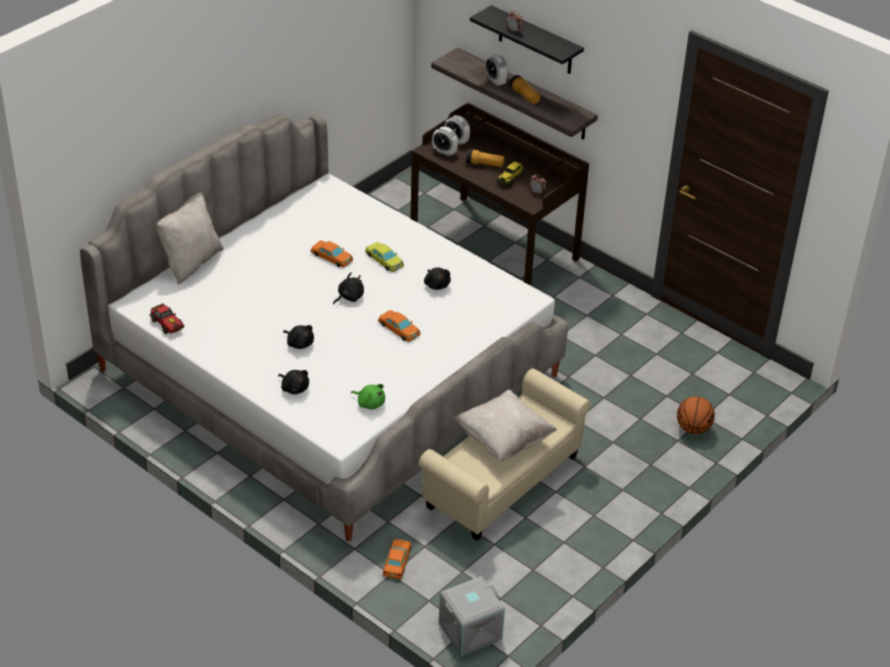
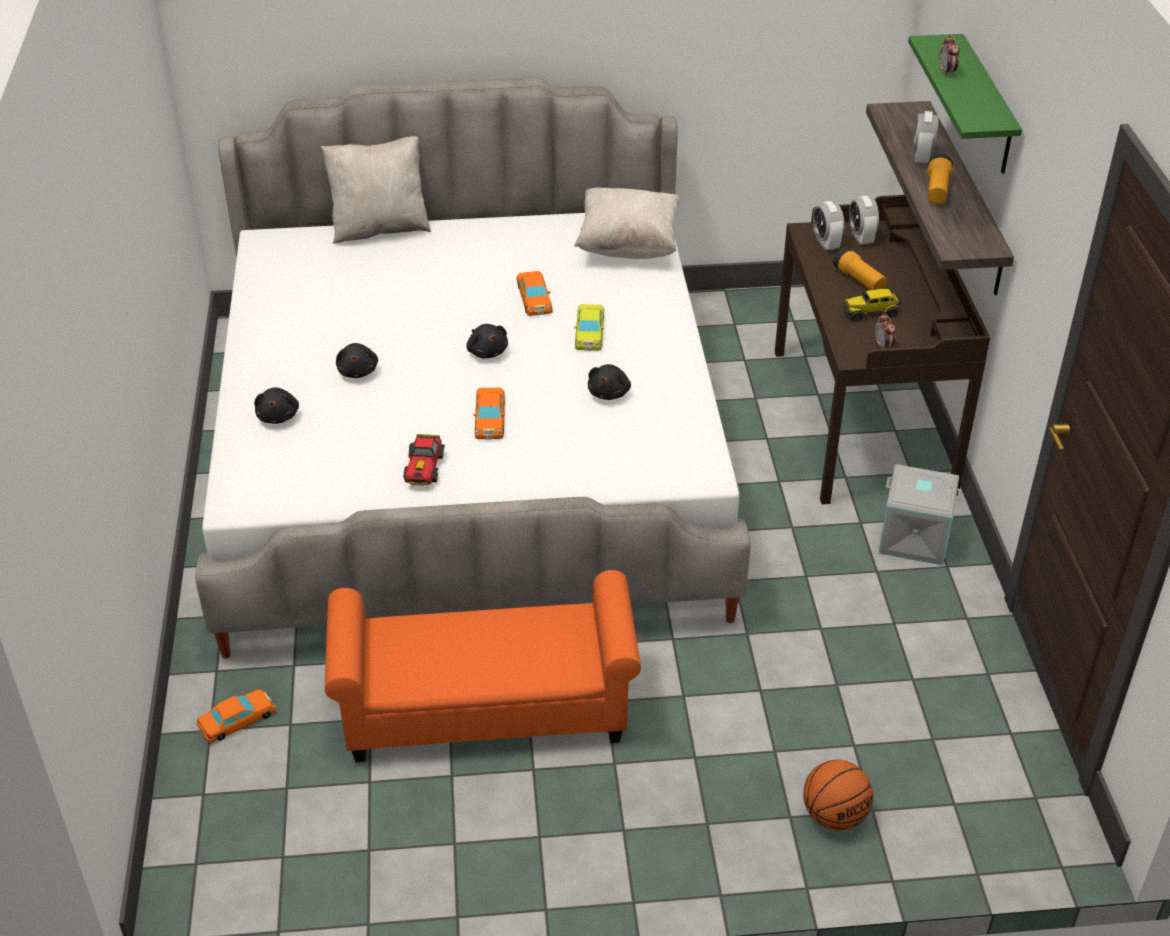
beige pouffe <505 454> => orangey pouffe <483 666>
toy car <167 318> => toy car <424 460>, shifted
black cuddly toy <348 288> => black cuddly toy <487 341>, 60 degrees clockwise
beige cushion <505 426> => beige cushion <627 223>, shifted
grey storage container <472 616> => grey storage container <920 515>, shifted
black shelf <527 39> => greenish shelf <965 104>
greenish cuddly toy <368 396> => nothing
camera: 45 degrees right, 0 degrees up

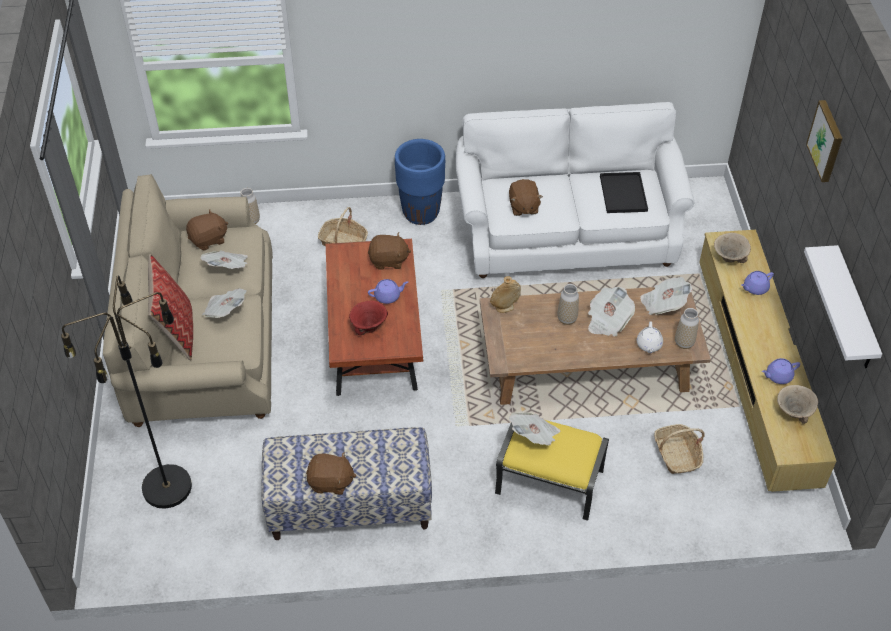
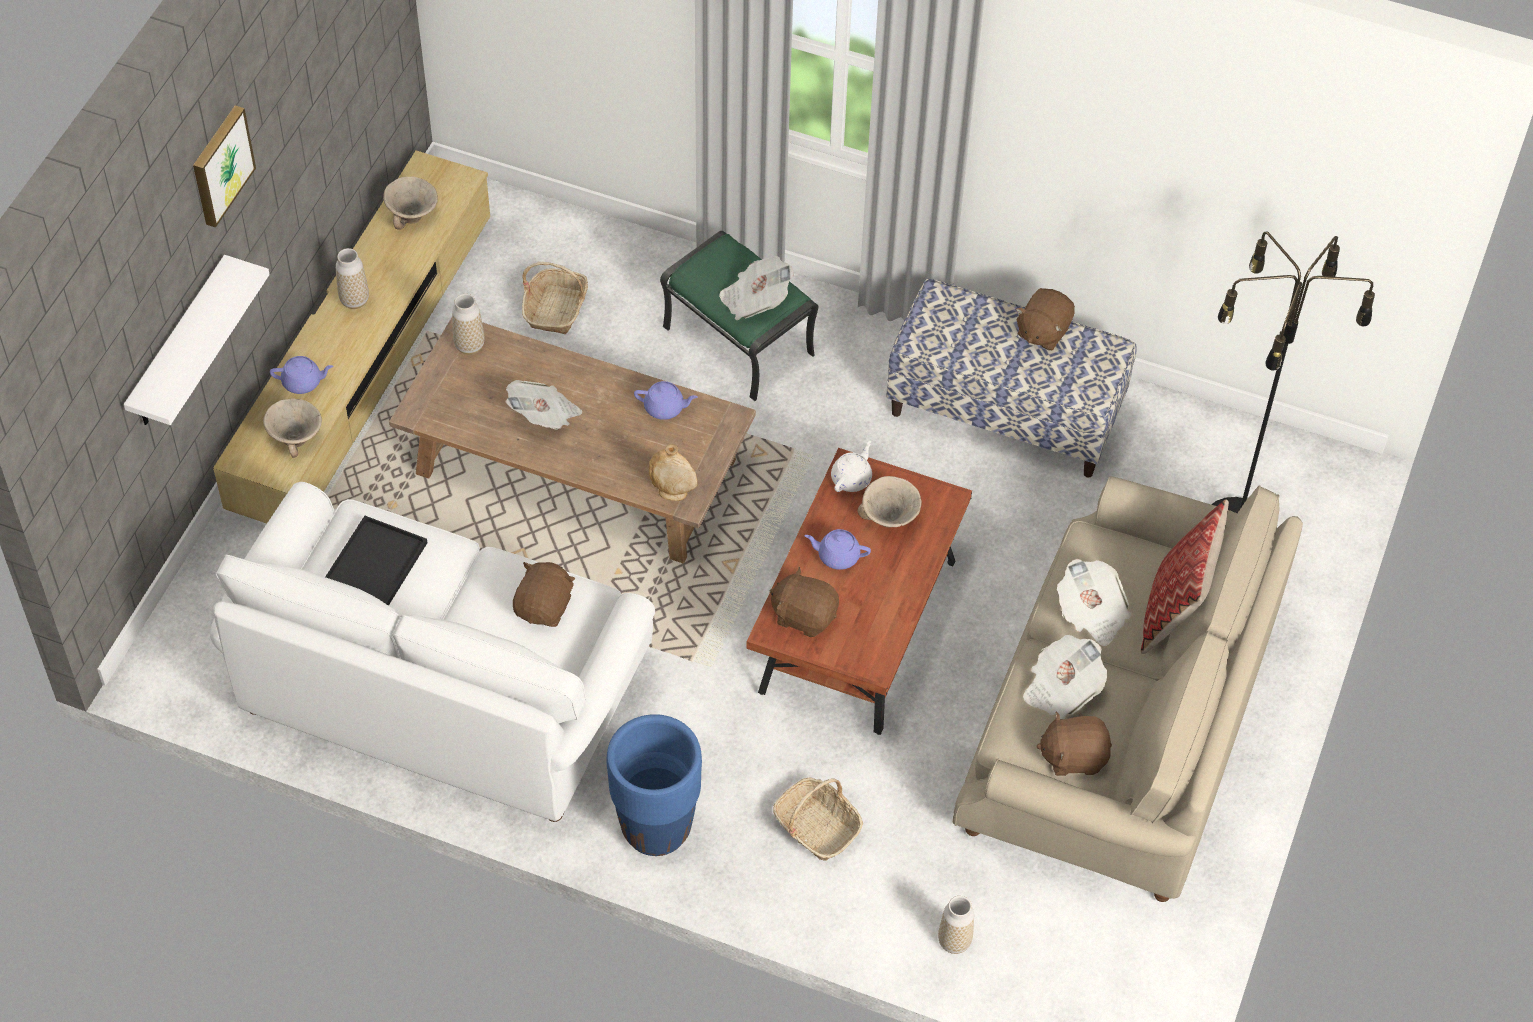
white-coloured shelf <843 306> => white-coloured shelf <197 340>, shifted
flower vase <568 304> => flower vase <352 278>, shifted
purple-coloured pot for tea <781 371> => purple-coloured pot for tea <666 400>, shifted
yellowish pouffe <552 470> => greenish pouffe <739 316>
white-coloured pot for tea <650 337> => white-coloured pot for tea <851 466>, shifted
red deep dish <368 317> => beige deep dish <890 502>
brown-coloured cuddly toy <331 473> => brown-coloured cuddly toy <1045 319>, 90 degrees counterclockwise
newspaper <666 296> => nothing
camera: 155 degrees left, 5 degrees up

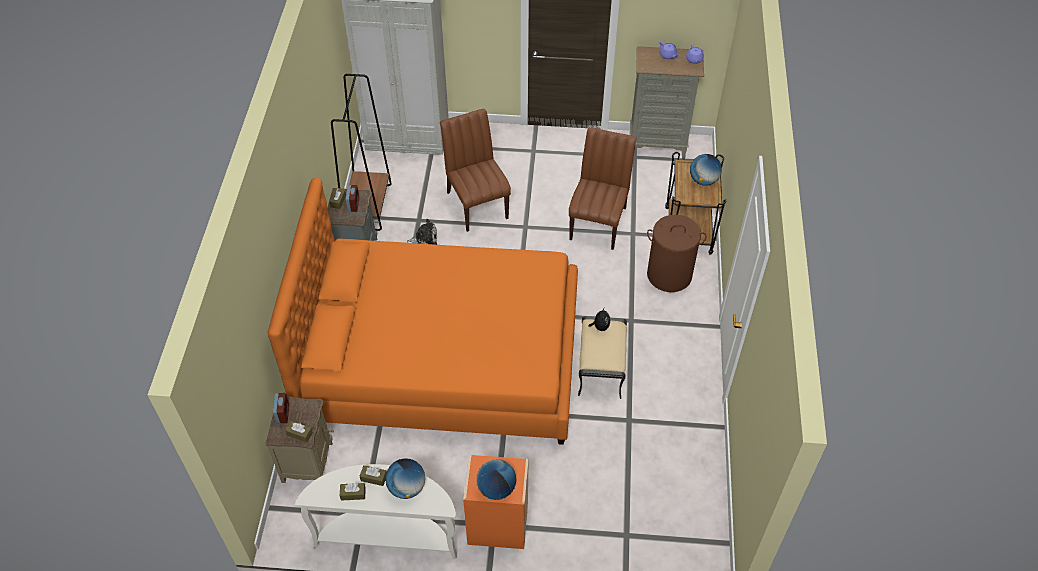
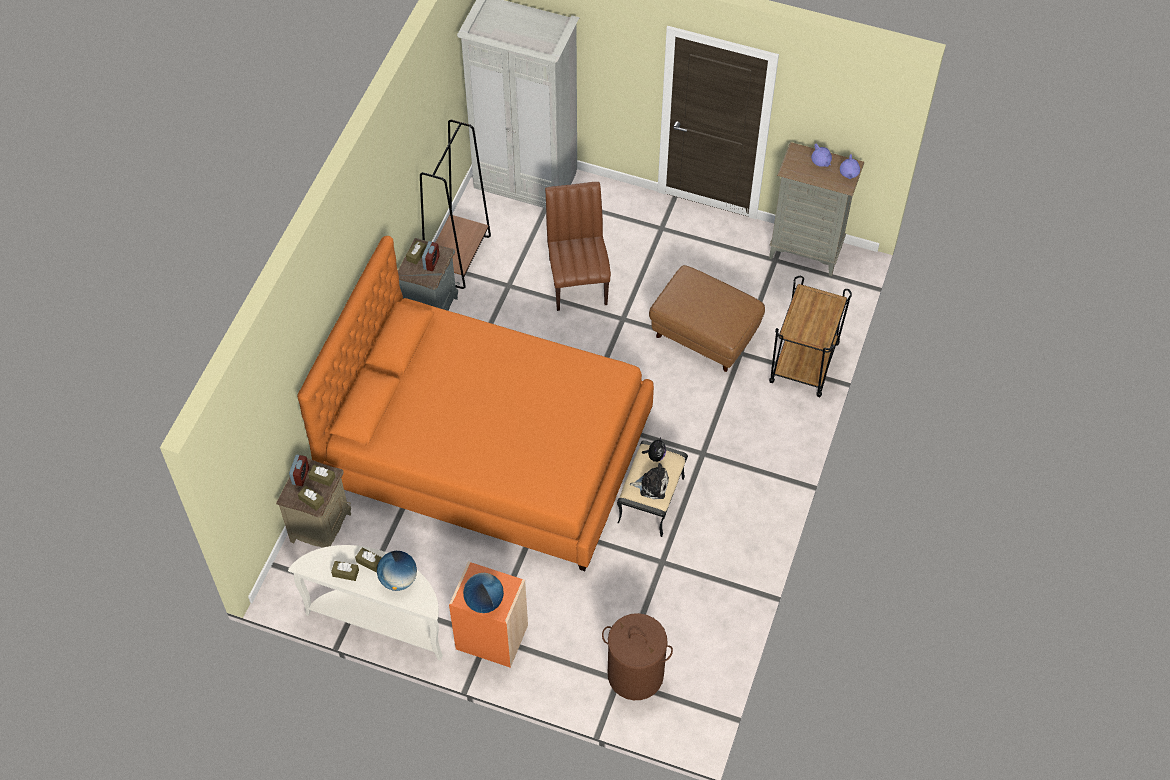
nothing => brown-coloured box of tissues <321 475>
brown-coloured laundry basket <677 253> => brown-coloured laundry basket <637 656>, shifted
cuddly toy <422 232> => cuddly toy <649 481>, shifted
brown-coloured upright chair <602 188> => brown-coloured pouffe <707 318>
globe <706 170> => nothing
camera: 15 degrees right, 5 degrees up

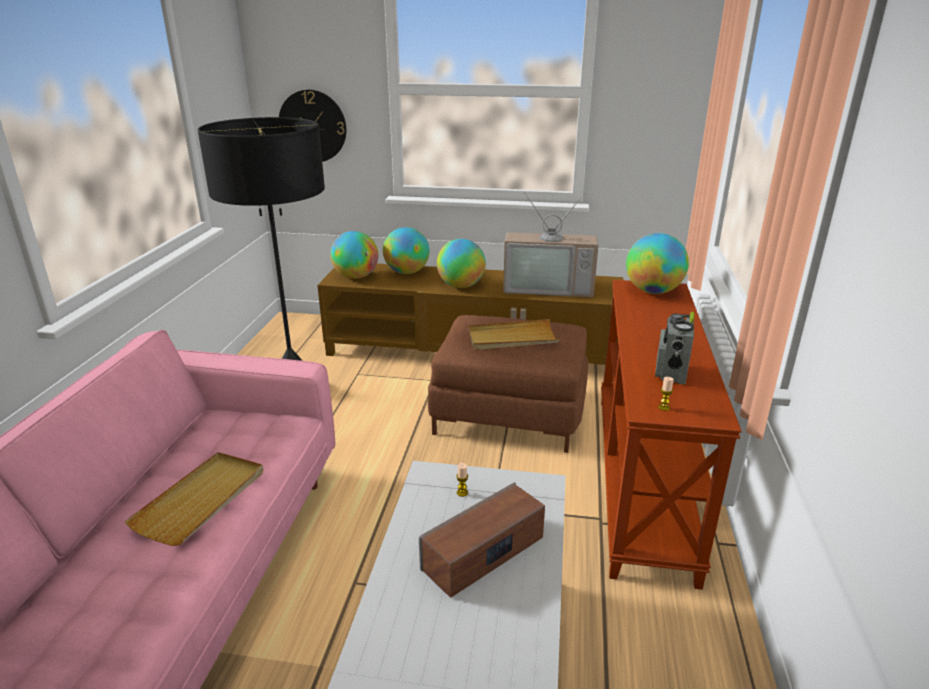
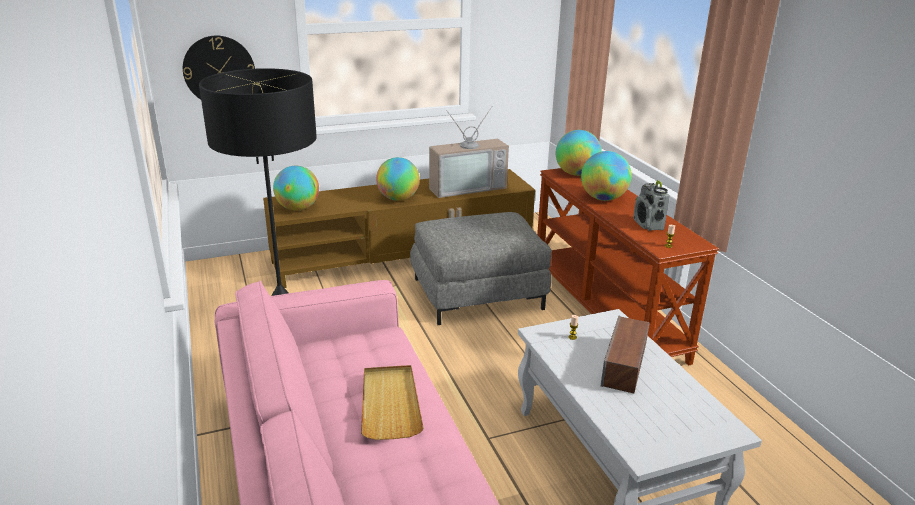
brown-coloured pouffe <508 384> => grey pouffe <481 268>
globe <406 250> => globe <606 176>, shifted
beige carrying tray <514 334> => nothing
camera: 30 degrees left, 0 degrees up

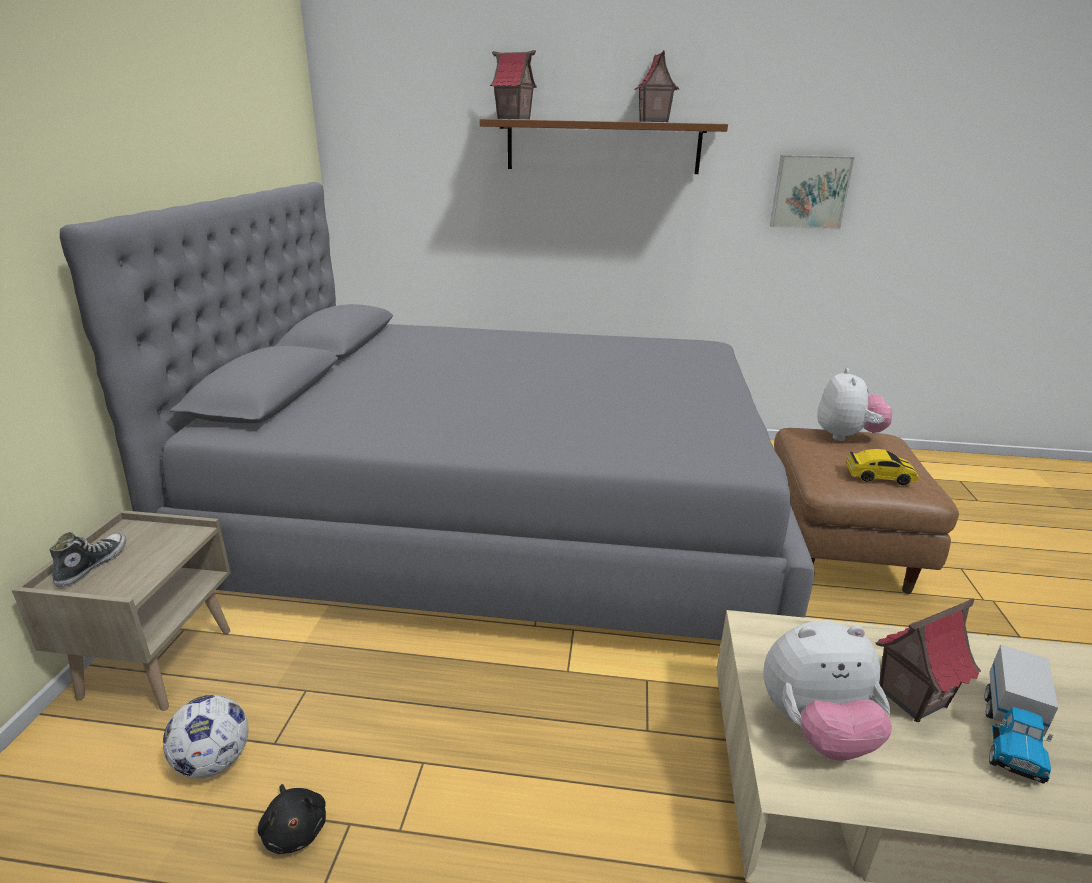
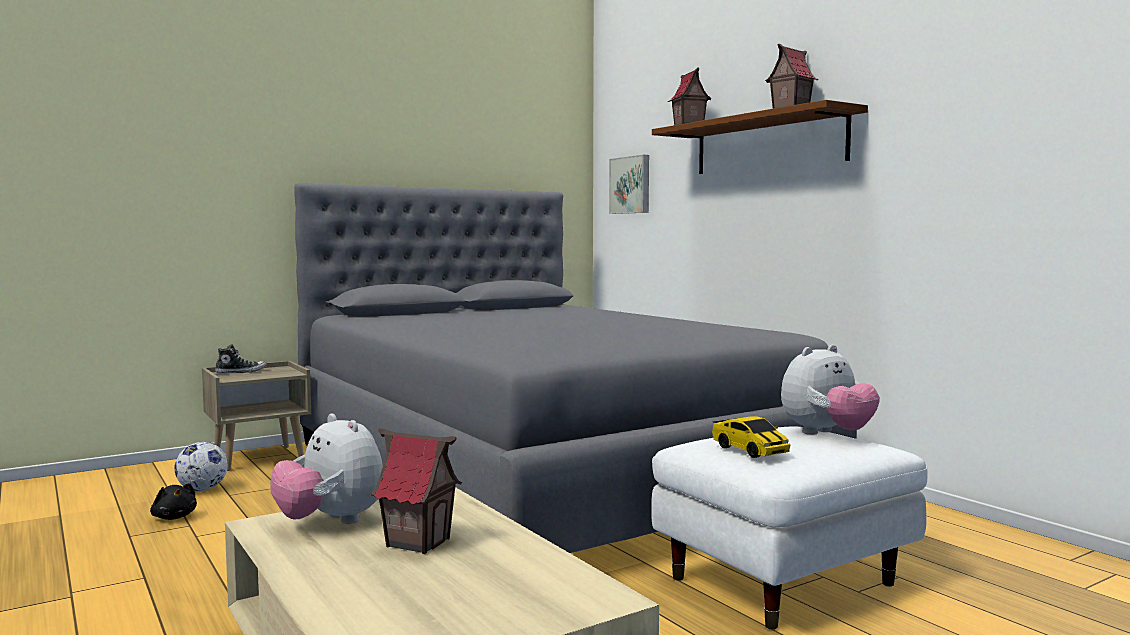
black cuddly toy <292 819> => black cuddly toy <173 501>, 60 degrees counterclockwise
picture <812 192> => picture <629 184>, shifted
brown-coloured pouffe <866 511> => white-coloured pouffe <789 528>
model truck <1021 714> => nothing
camera: 50 degrees right, 20 degrees down

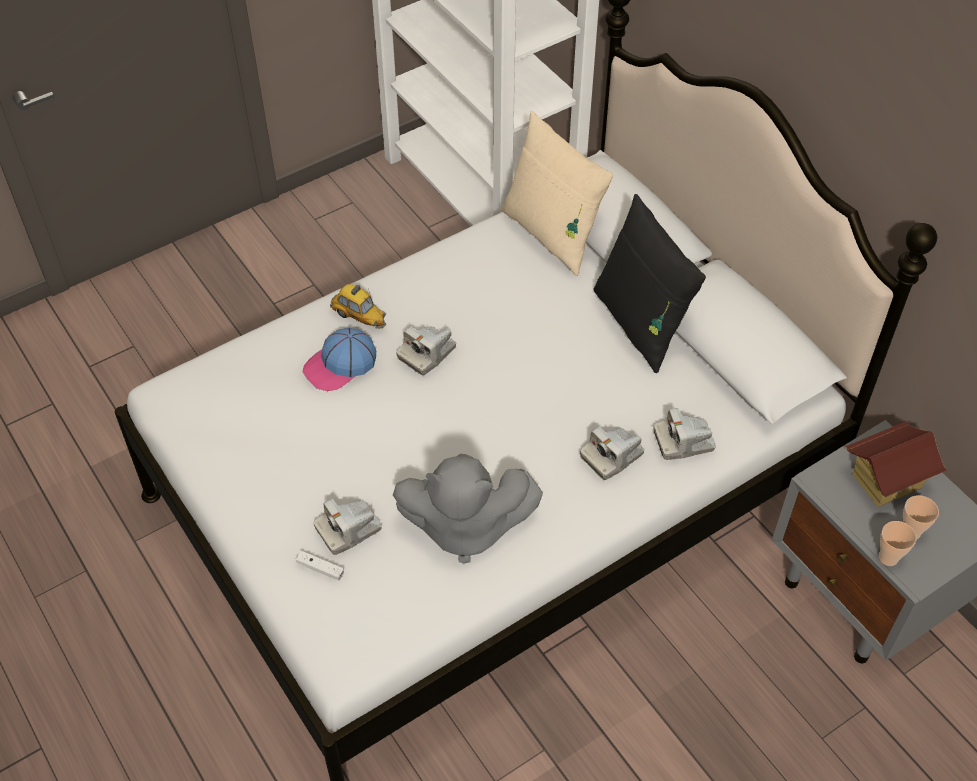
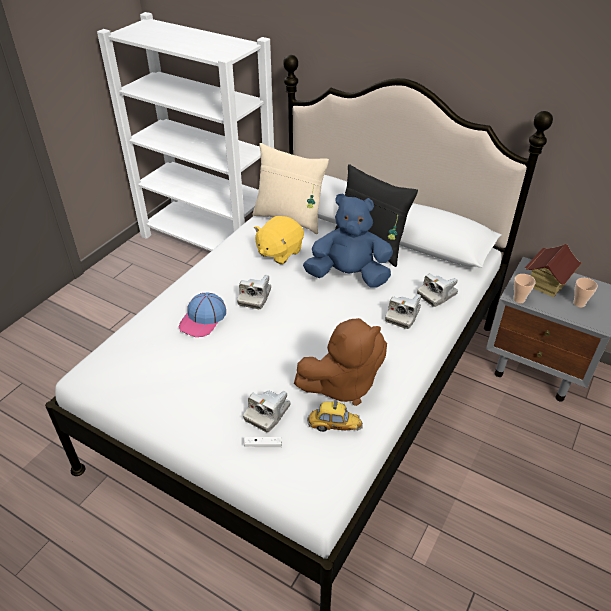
nothing => yellowish cuddly toy <279 240>
grey cuddly toy <468 509> => brown-coloured cuddly toy <340 362>
nothing => blue cuddly toy <348 240>
toy car <358 306> => toy car <335 415>, shifted
cup <897 543> => cup <524 288>, shifted
camera: 25 degrees left, 10 degrees down

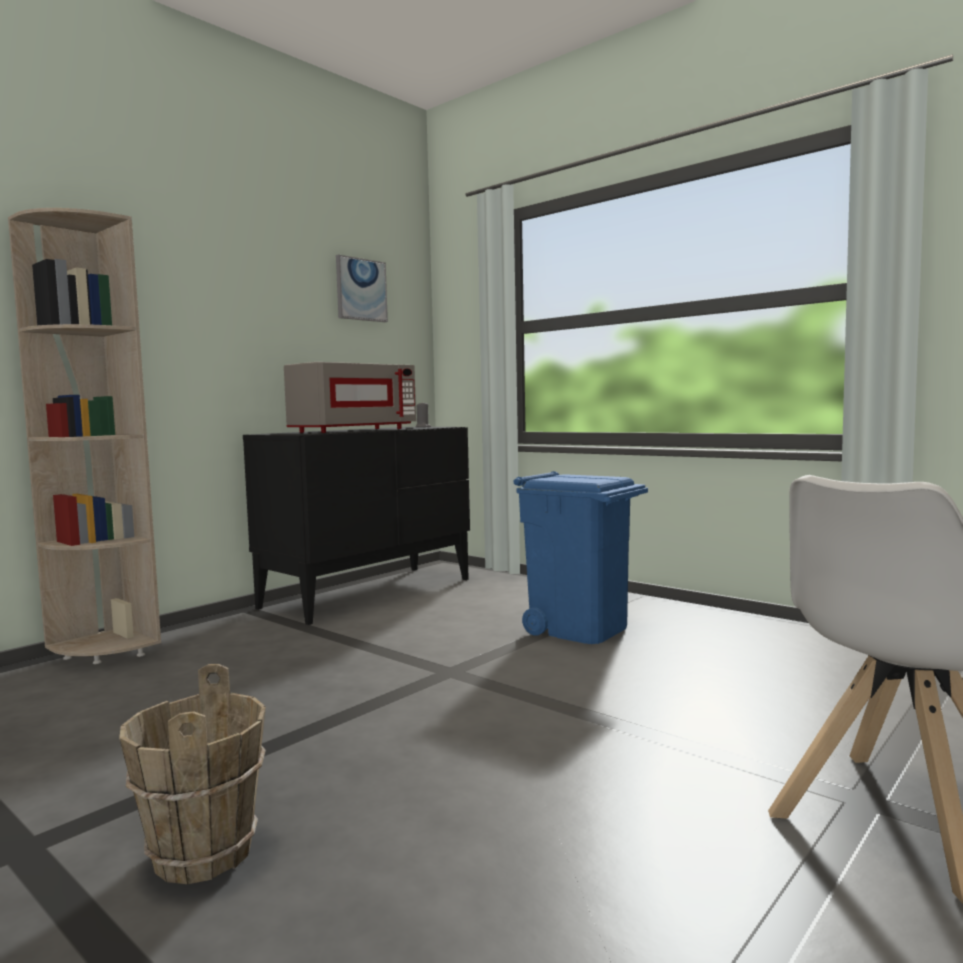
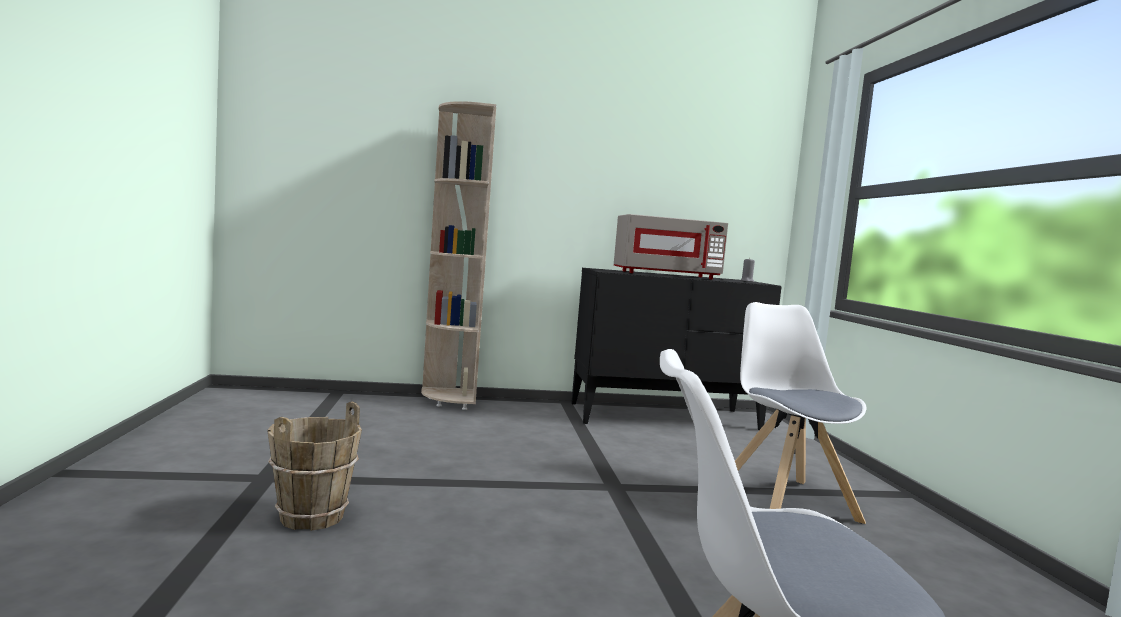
blue rubbish bin <580 557> => upright chair <801 413>
picture <362 288> => nothing
camera: 40 degrees right, 0 degrees up

